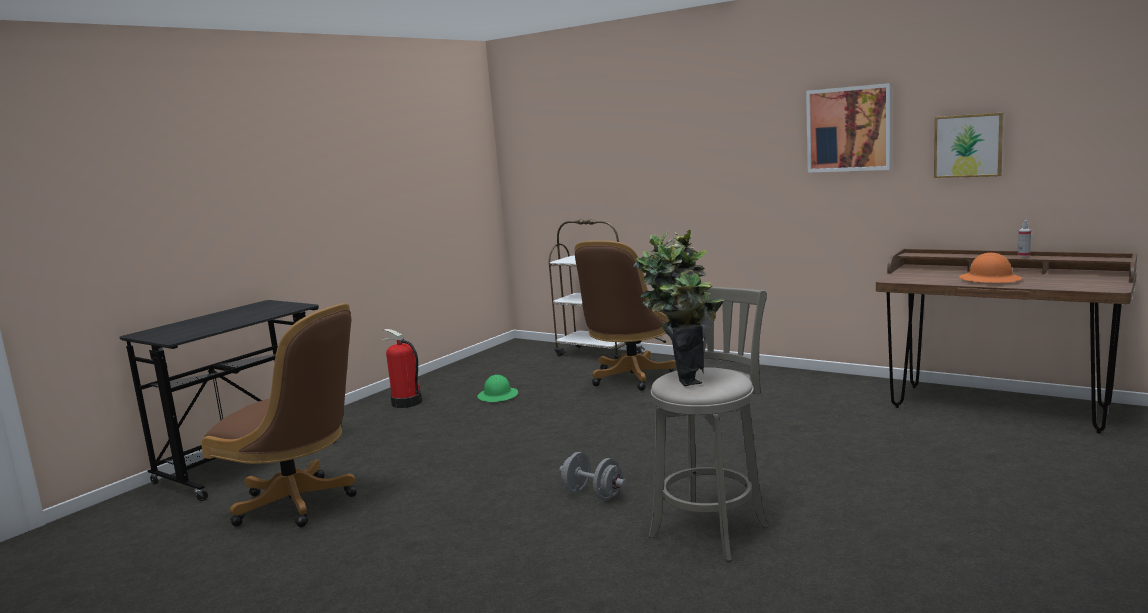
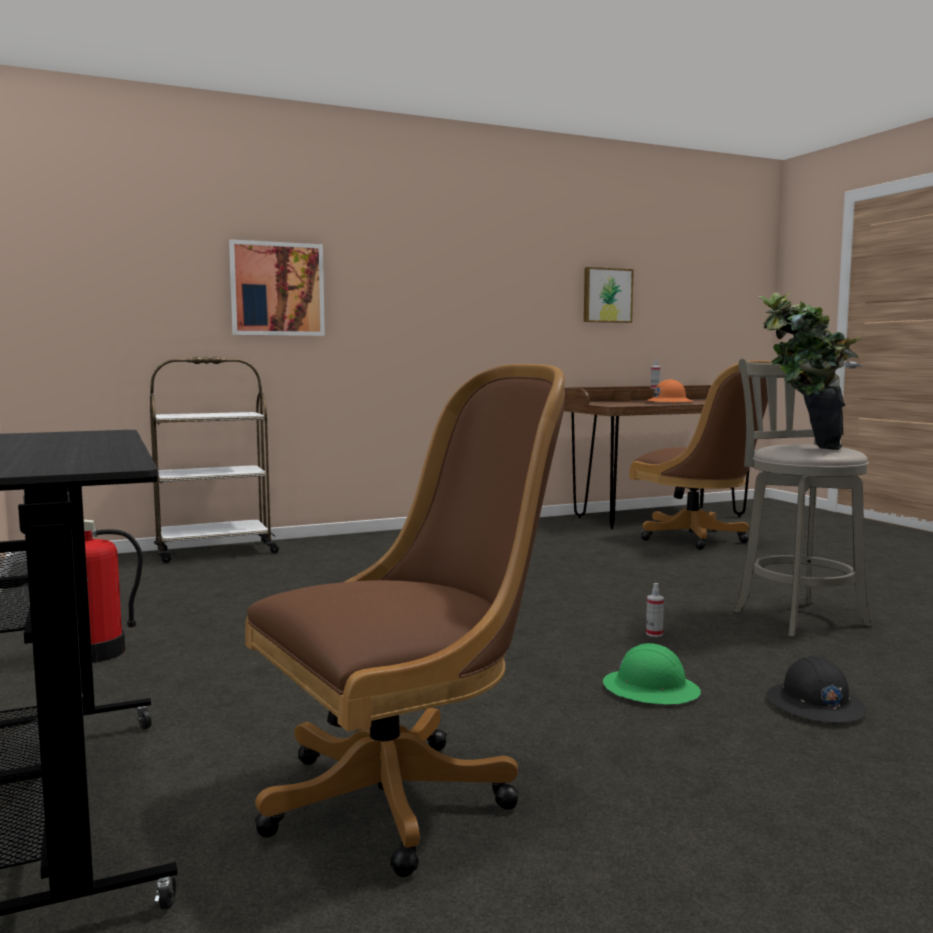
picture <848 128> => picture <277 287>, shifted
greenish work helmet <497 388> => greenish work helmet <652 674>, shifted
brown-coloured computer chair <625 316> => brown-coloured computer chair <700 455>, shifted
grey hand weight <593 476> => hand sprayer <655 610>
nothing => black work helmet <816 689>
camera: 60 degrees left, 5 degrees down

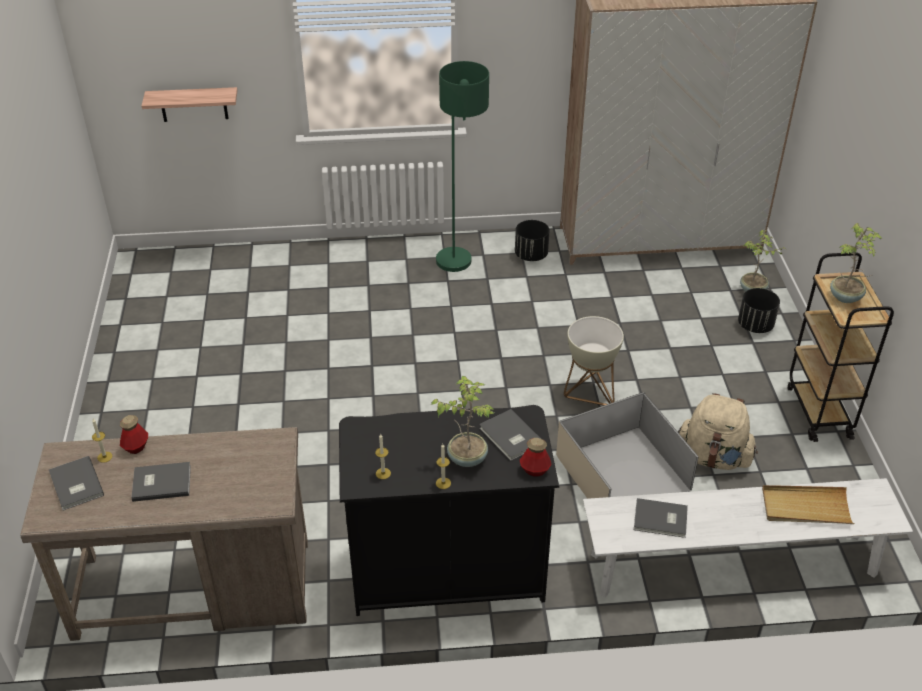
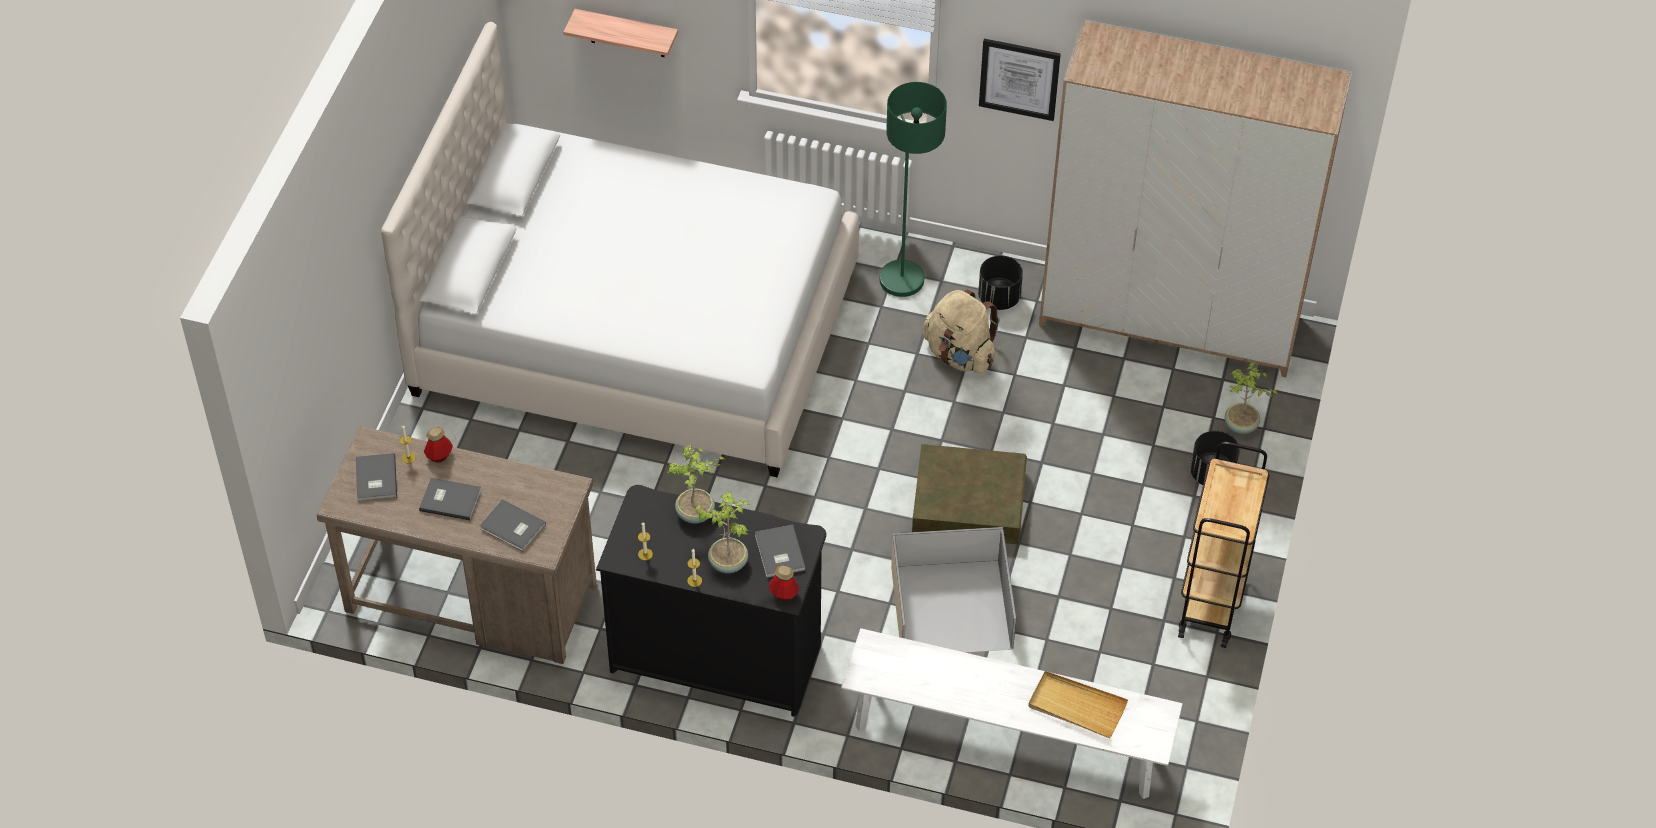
nothing => white-coloured sleeping bed <620 249>
grey volume <661 518> => grey volume <513 525>, shifted
plant in a pot <856 263> => plant in a pot <696 483>, shifted
plant pot <594 361> => brown-coloured storage container <969 494>
beige rucksack <718 431> => beige rucksack <961 331>, shifted
nothing => picture <1020 80>
camera: 20 degrees right, 10 degrees up

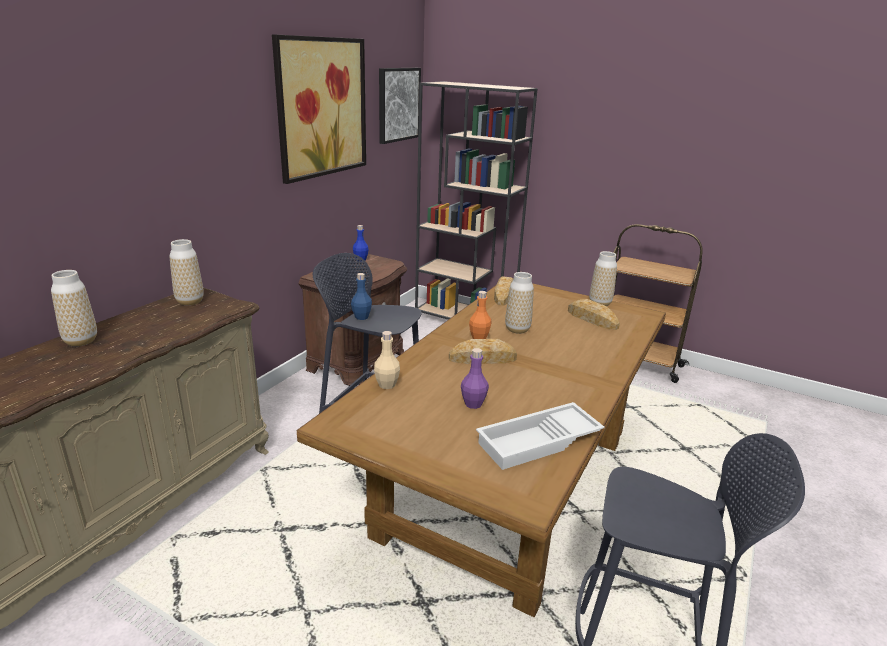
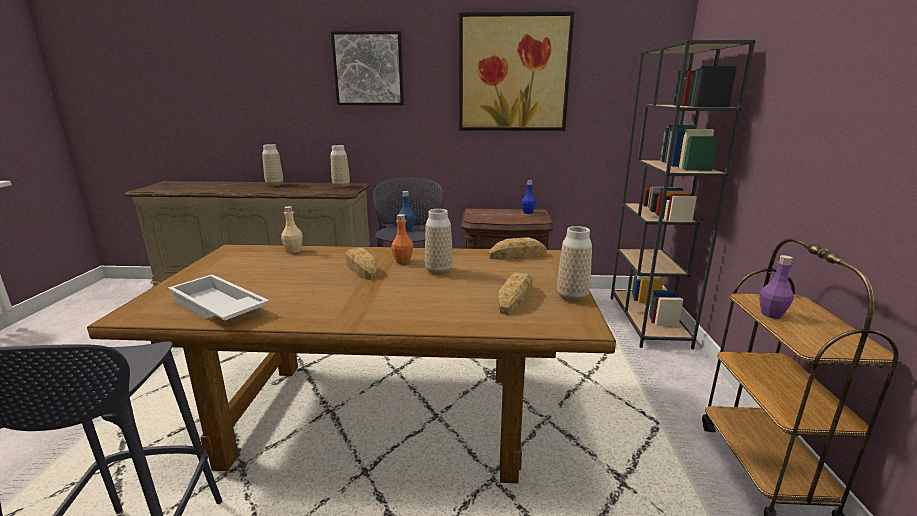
picture <400 106> => picture <367 68>, shifted
purple-coloured drink bottle <475 378> => purple-coloured drink bottle <776 287>, shifted
camera: 65 degrees right, 5 degrees down

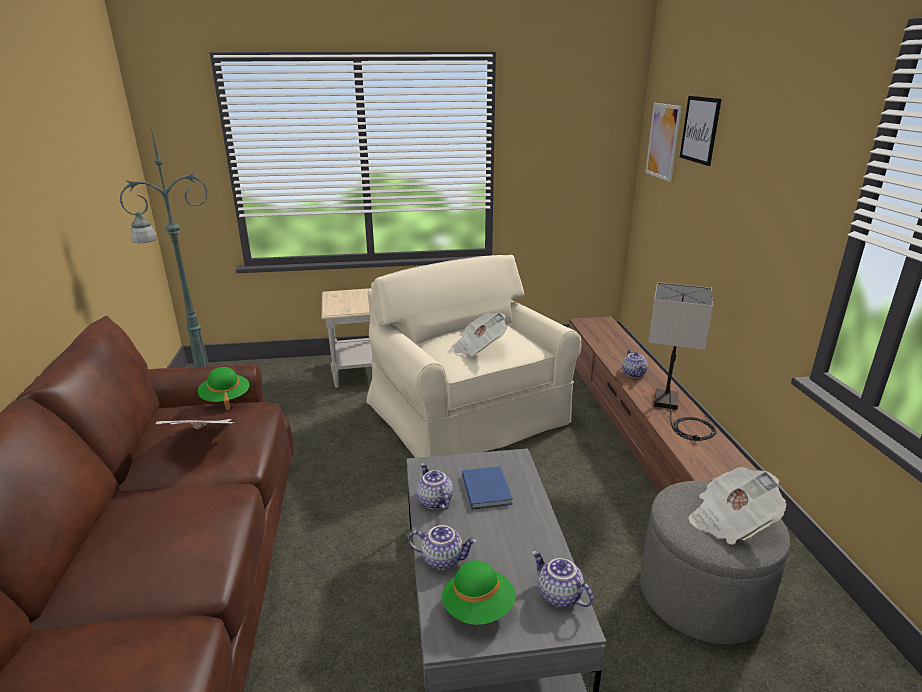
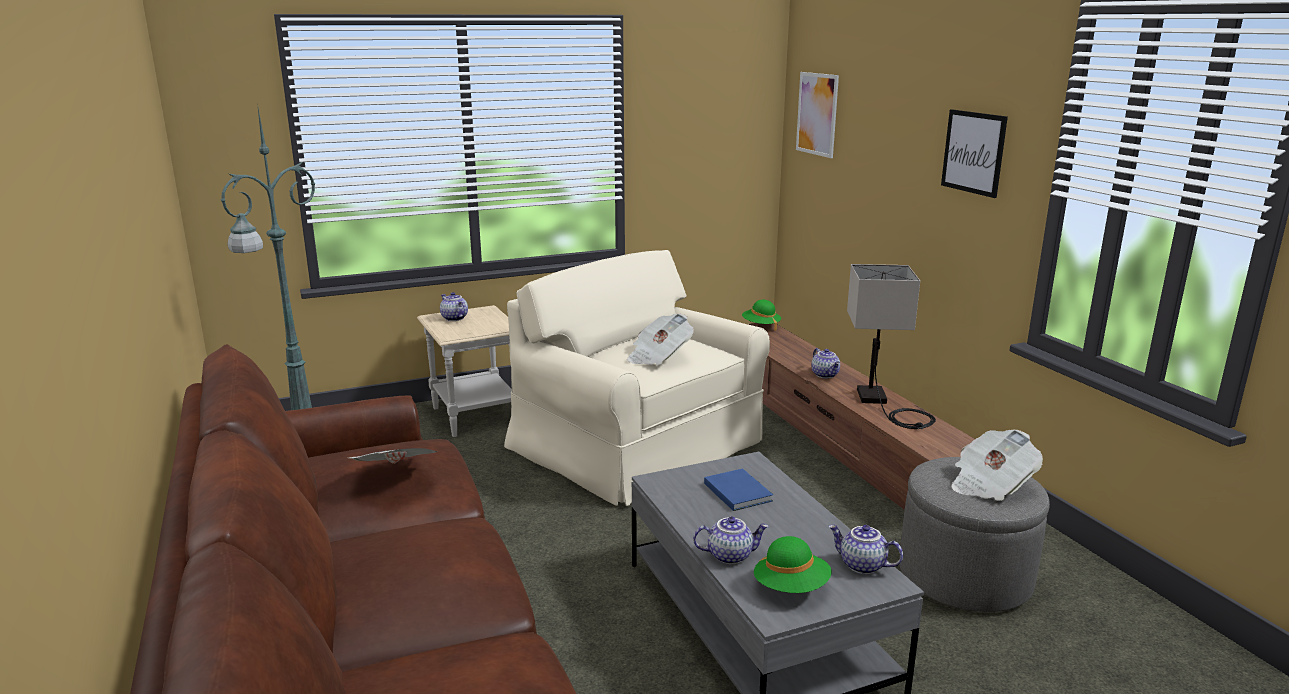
pot for tea <434 486> => pot for tea <454 306>, shifted
greenish wearable hat <223 388> => greenish wearable hat <761 315>, shifted
picture <701 131> => picture <974 153>, shifted
camera: 15 degrees left, 5 degrees down

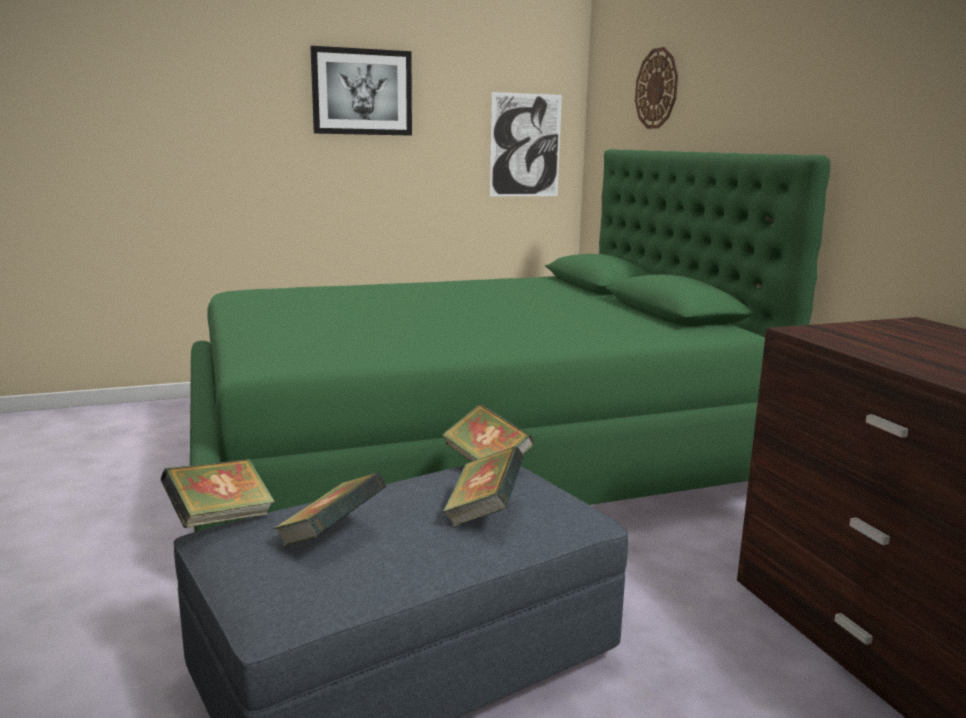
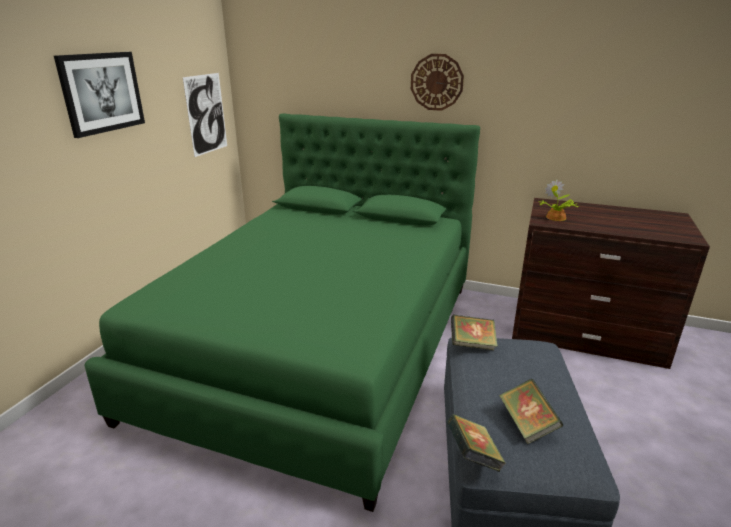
wall clock <656 88> => wall clock <437 82>, shifted
nothing => plant in a pot <559 200>
volume <483 486> => nothing
camera: 50 degrees left, 10 degrees up

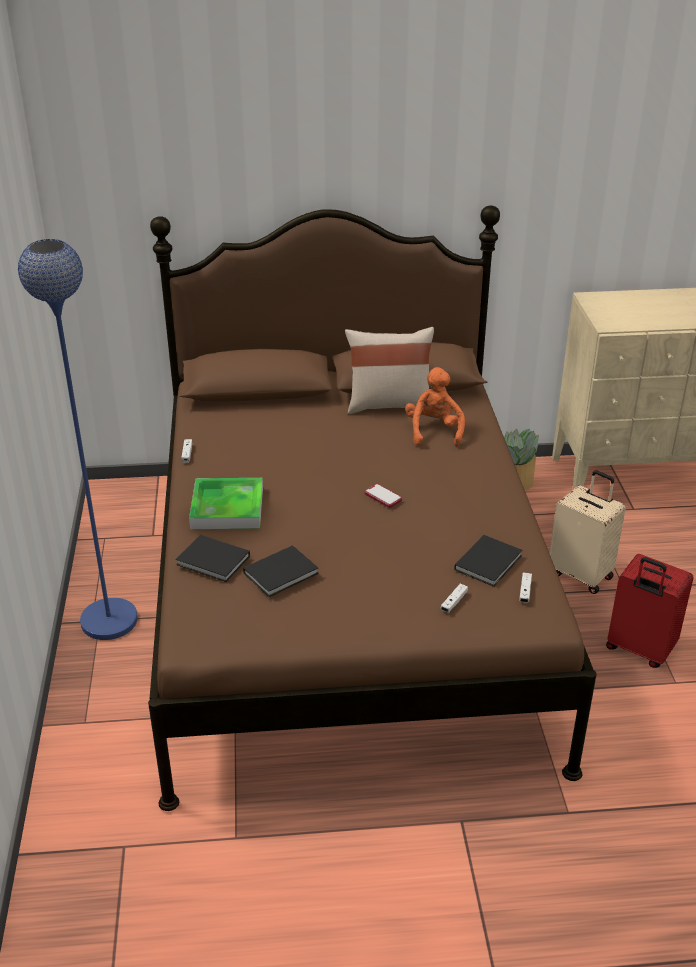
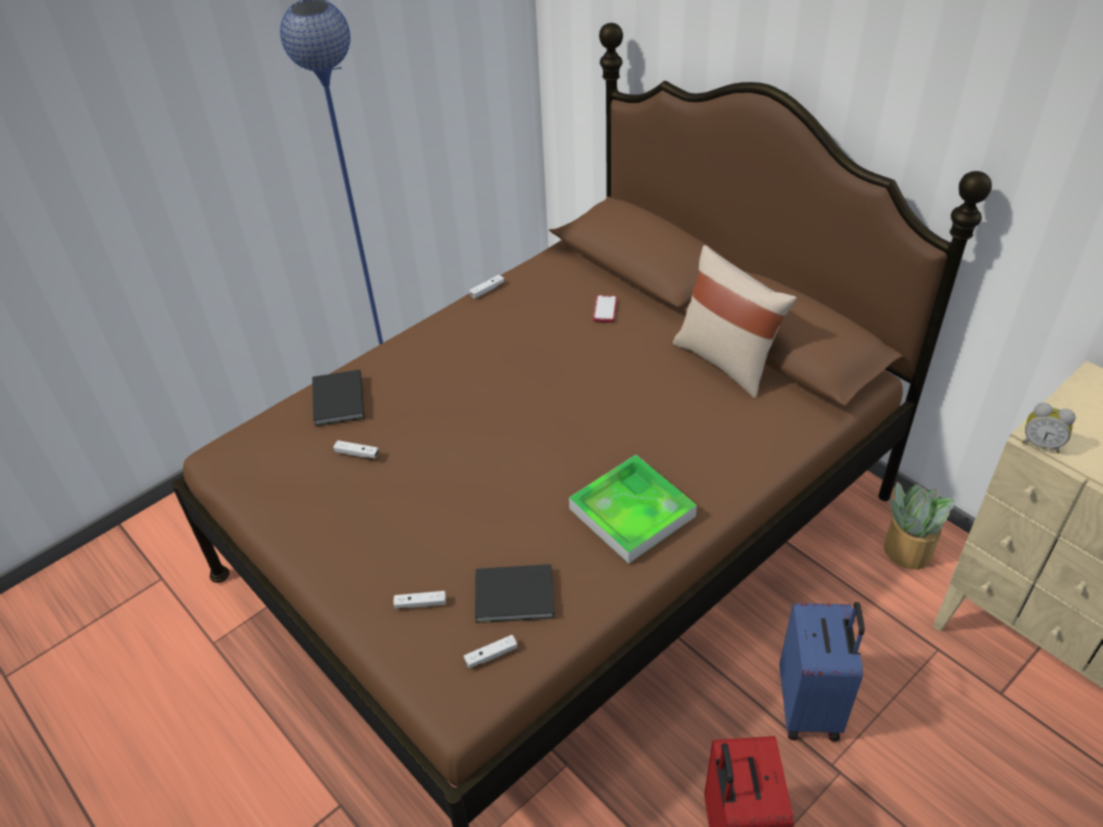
black volume <281 571> => white-coloured joypad <356 449>
carrying tray <226 503> => carrying tray <633 509>, shifted
handset <383 496> => handset <605 309>, shifted
beige travel case <588 532> => blue travel case <822 671>
nothing => bedside clock <1049 428>
orangey cuddly toy <435 406> => nothing
camera: 55 degrees right, 10 degrees up

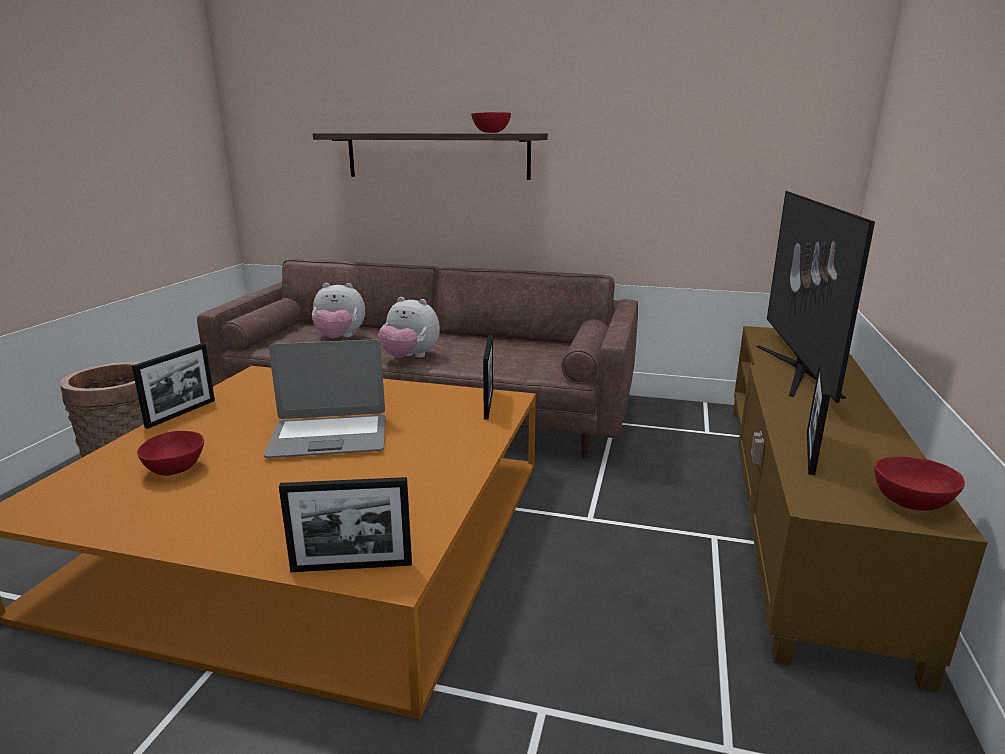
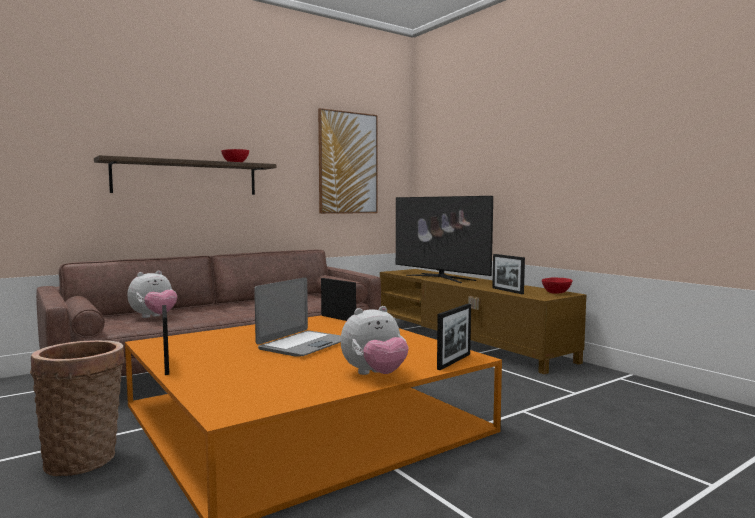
nothing => picture <347 161>
cuddly toy <409 327> => cuddly toy <374 340>, shifted
red deep dish <170 453> => nothing
camera: 50 degrees left, 15 degrees down

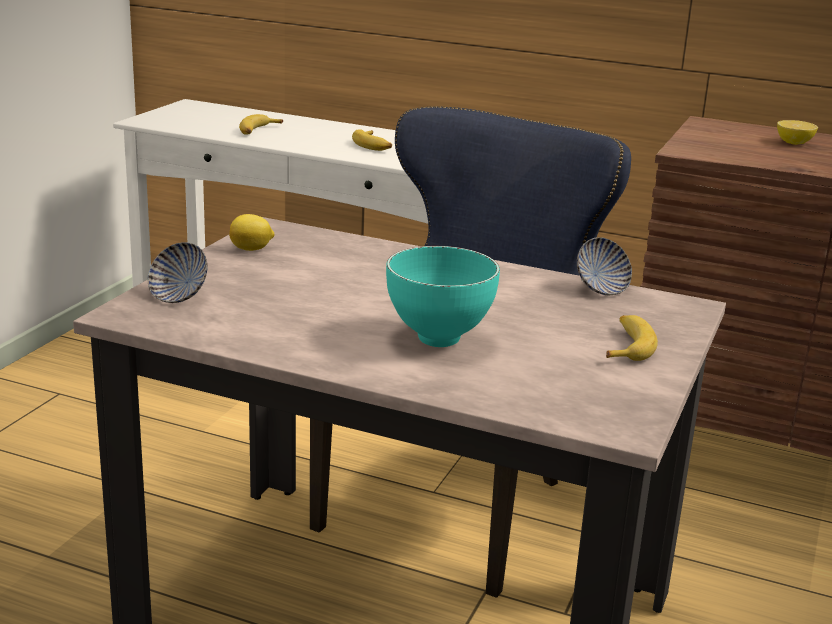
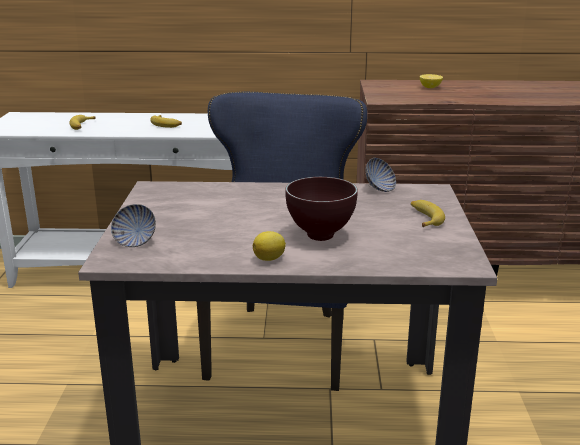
lemon <252 232> => lemon <269 246>, shifted
turquoise-coloured deep dish <443 296> => brown-coloured deep dish <321 209>
camera: 20 degrees left, 0 degrees up

